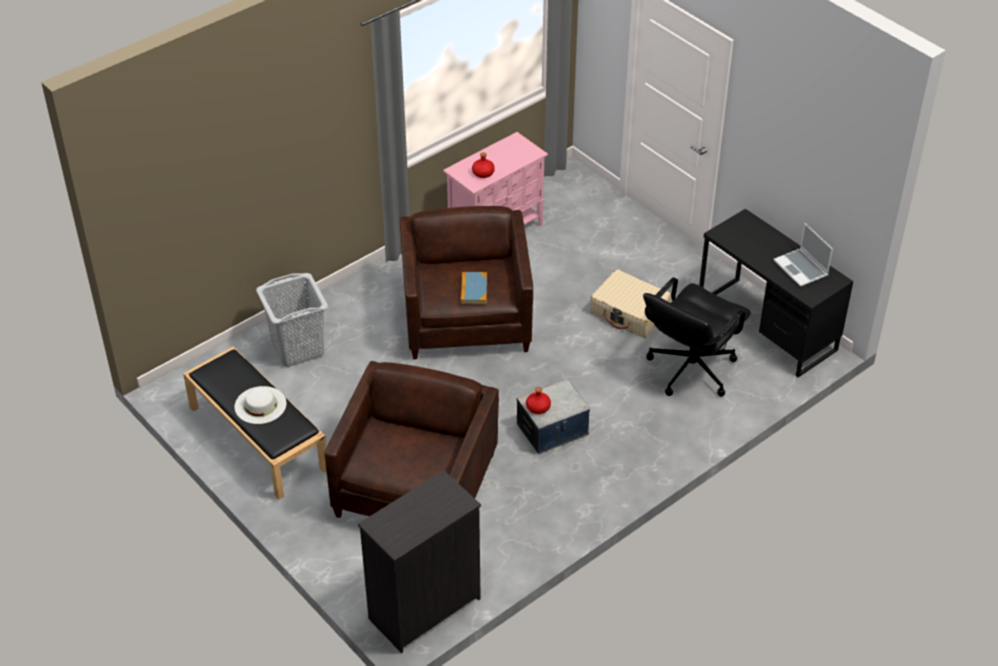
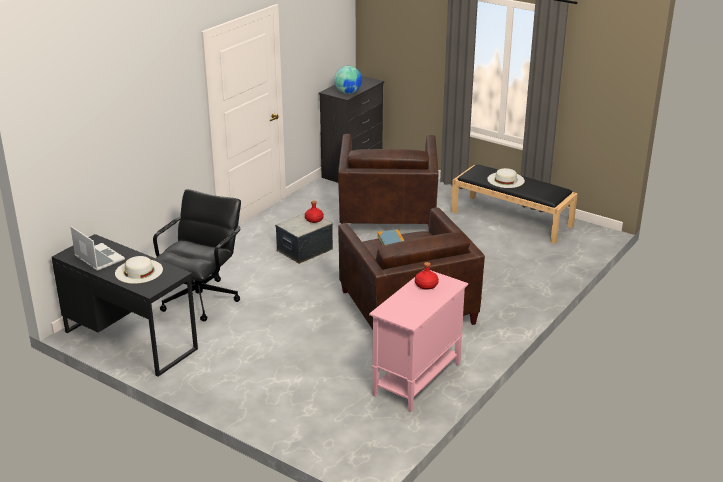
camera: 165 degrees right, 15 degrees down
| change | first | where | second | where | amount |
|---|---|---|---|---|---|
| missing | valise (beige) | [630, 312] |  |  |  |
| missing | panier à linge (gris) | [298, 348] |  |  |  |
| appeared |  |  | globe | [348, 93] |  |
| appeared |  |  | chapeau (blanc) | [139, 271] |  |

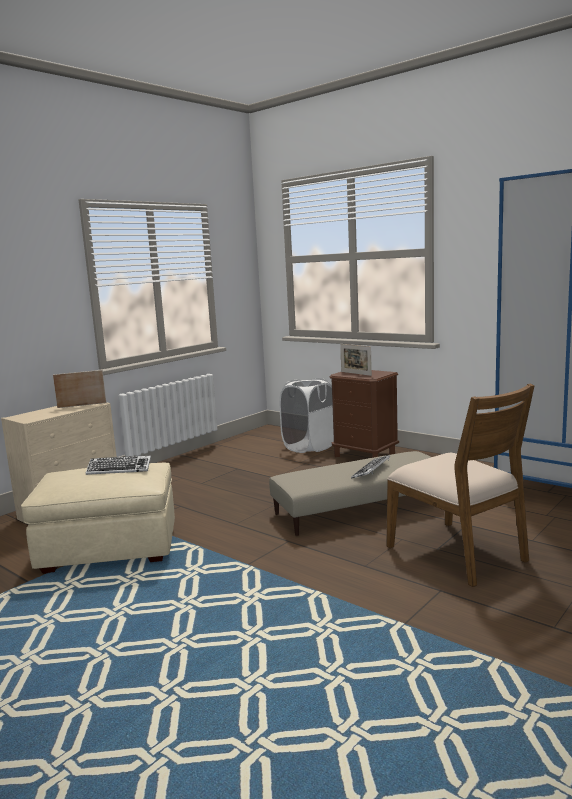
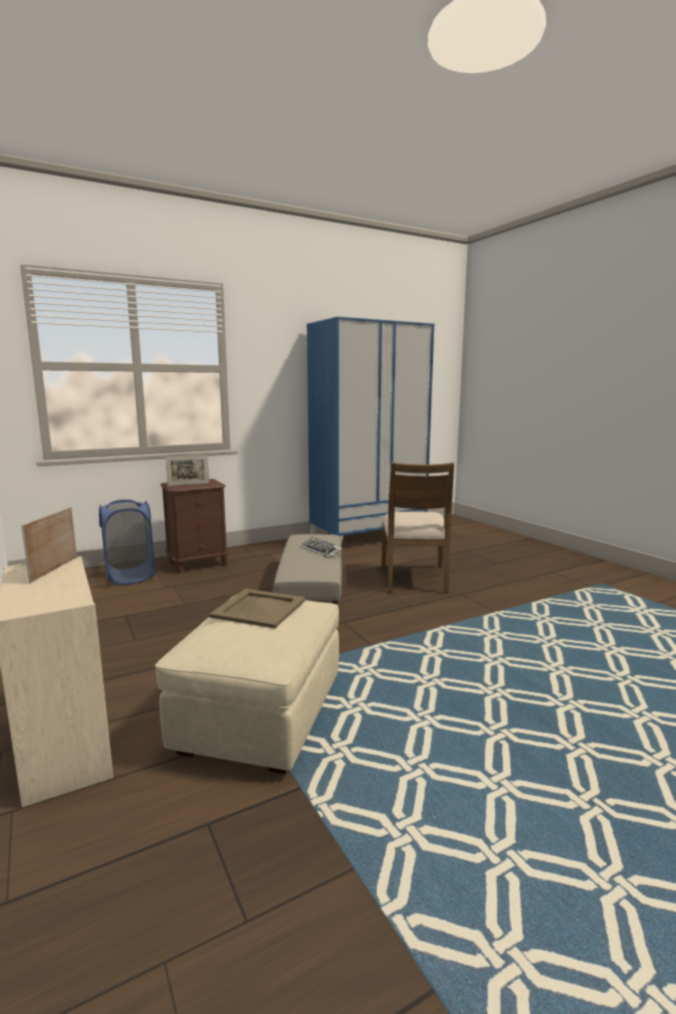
camera: 70 degrees left, 0 degrees up
| change | first | where | second | where | amount |
|---|---|---|---|---|---|
| colour | panier à linge (blanc) | [309, 447] | panier à linge (bleu) | [130, 576] |  |
| spun | chaise (marron) | [458, 553] |  | [414, 579] | 105 degrees clockwise |
| exchanged | clavier | [119, 469] | plateau (beige) | [259, 608] |  |

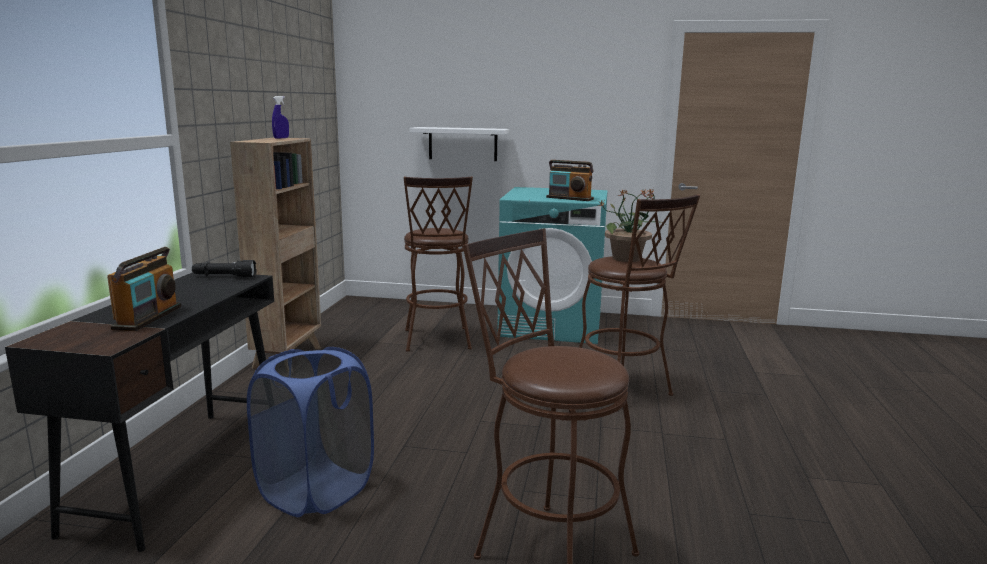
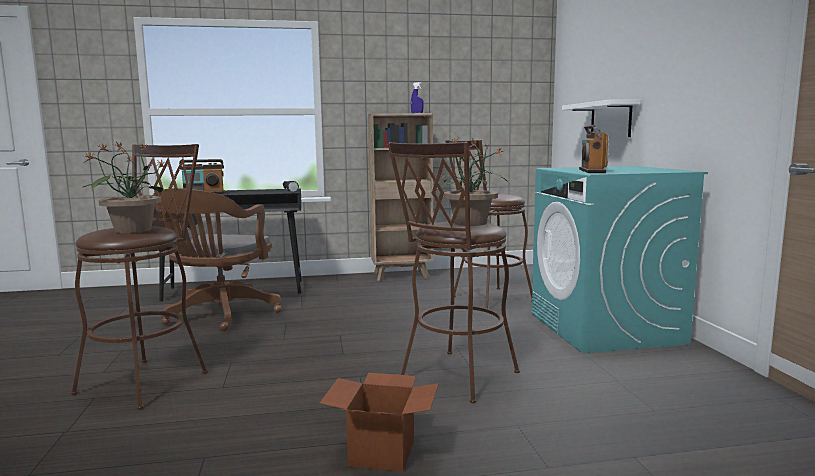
camera: 70 degrees right, 5 degrees down
| change | first | where | second | where | amount |
|---|---|---|---|---|---|
| exchanged | panier à linge (bleu) | [316, 491] | chaise de bureau (marron) | [219, 315] |  |
| appeared |  |  | plante en pot | [132, 230] |  |
| appeared |  |  | carton | [382, 453] |  |

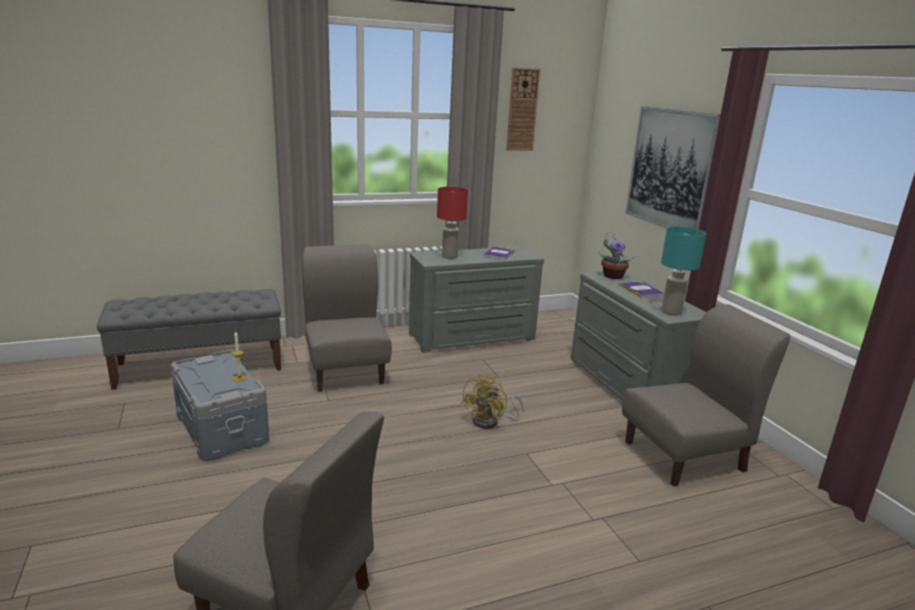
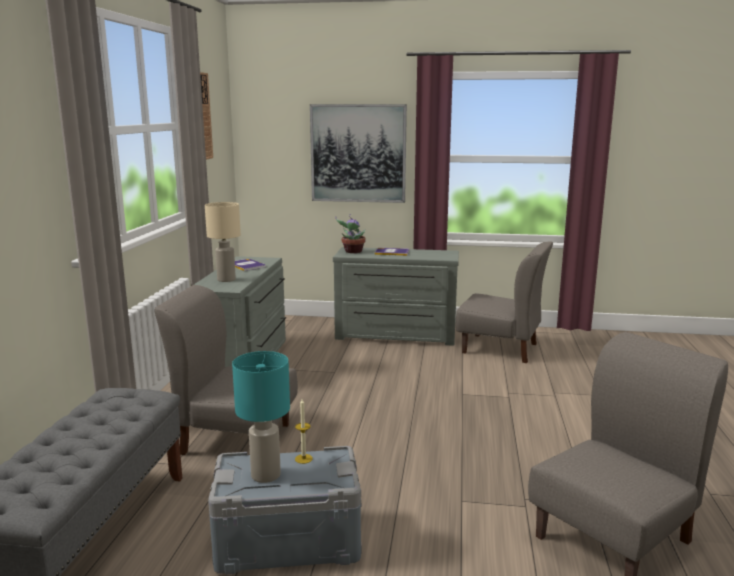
camera: 60 degrees left, 5 degrees down
| change | first | where | second | where | amount |
|---|---|---|---|---|---|
| colour | lampe de table (rouge) | [450, 256] | lampe de table (beige) | [226, 279] |  |
| relocated | lampe de table (turquoise) | [670, 312] |  | [265, 475] |  |
| spun | chaise (gris) | [685, 456] |  | [500, 348] | 105 degrees clockwise |
| missing | ventilateur (jaune) | [491, 422] |  |  |  |

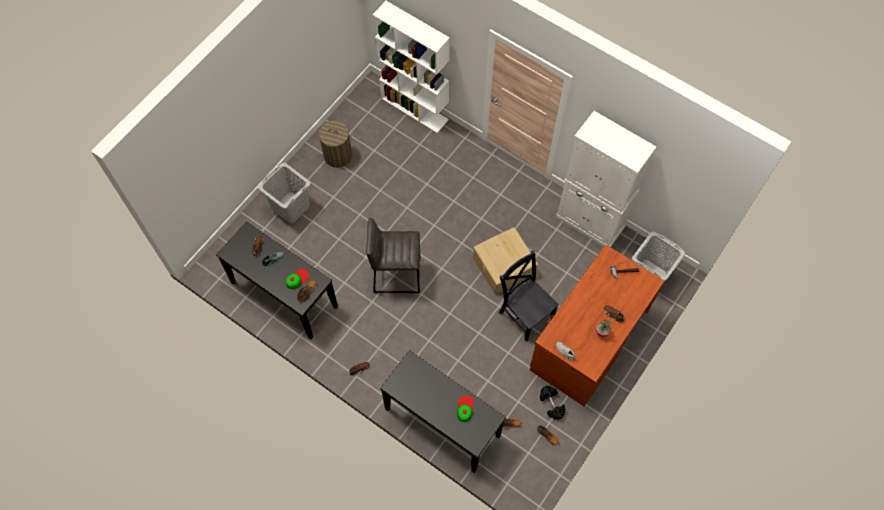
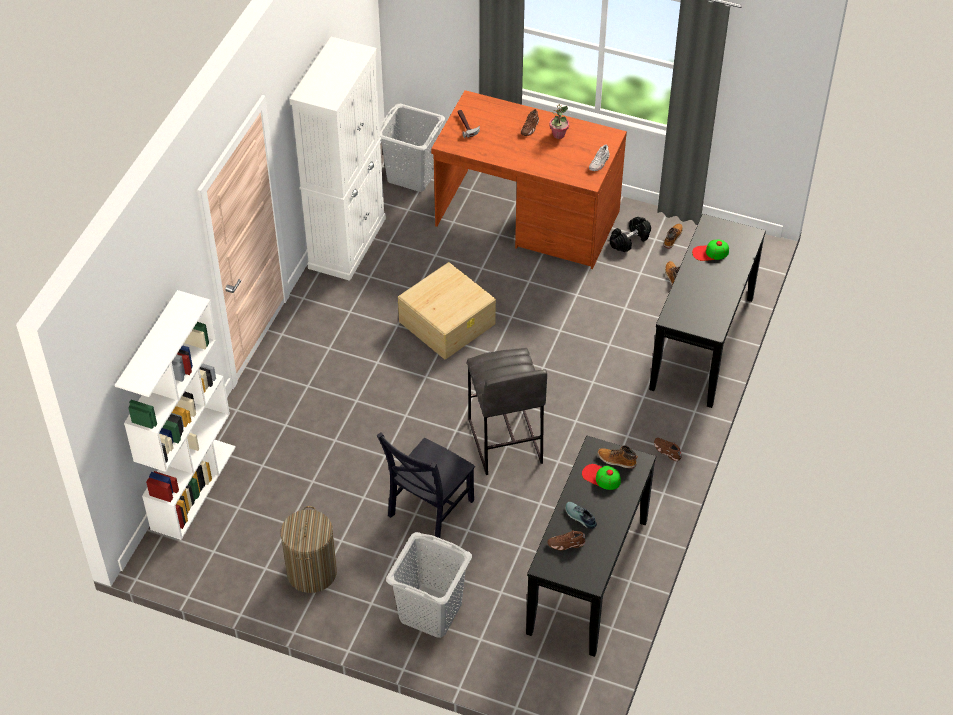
camera: 105 degrees left, 15 degrees down
| change | first | where | second | where | amount |
|---|---|---|---|---|---|
| relocated | chaise (noir) | [524, 313] |  | [428, 510] |  |

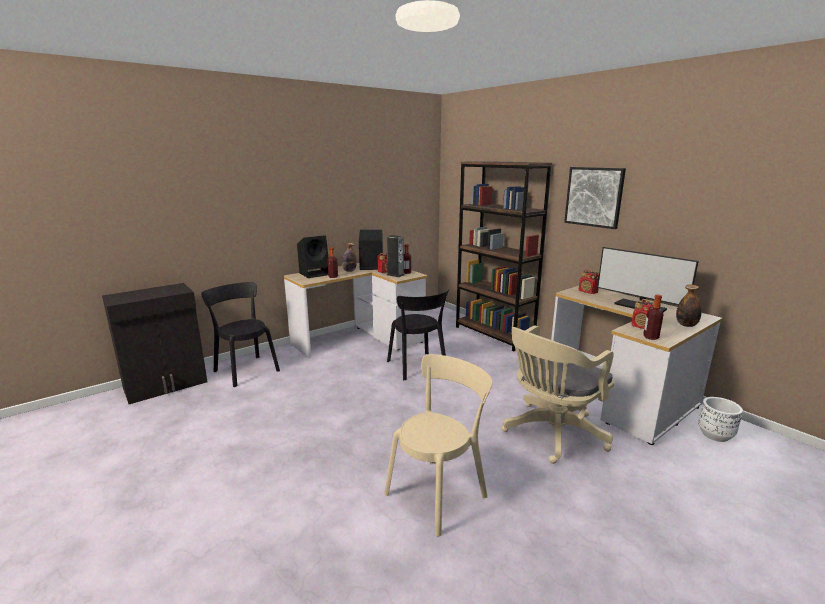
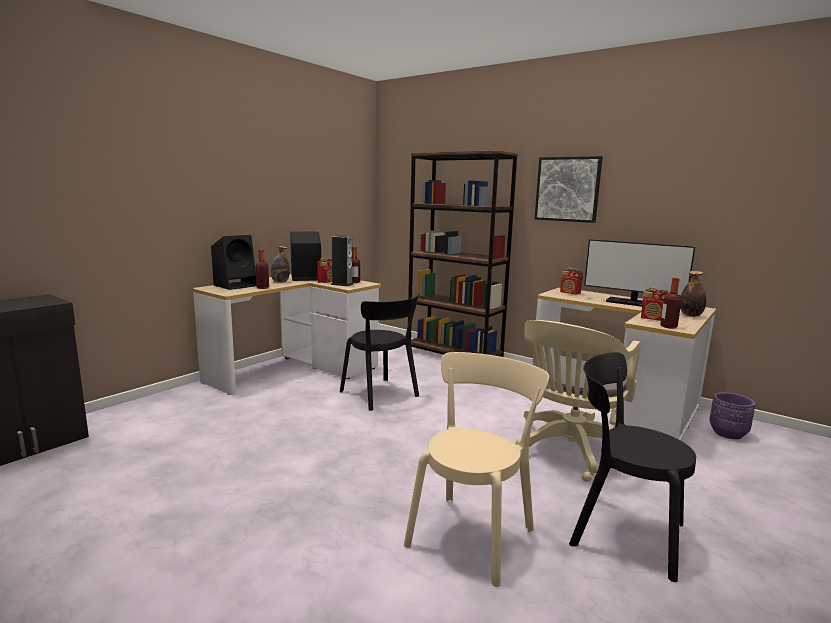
camera: 15 degrees left, 5 degrees down
| change | first | where | second | where | amount |
|---|---|---|---|---|---|
| relocated | chaise (noir) | [245, 370] |  | [620, 531] |  |
| colour | cache-pot (blanc) | [715, 435] | cache-pot (violet) | [728, 433] |  |

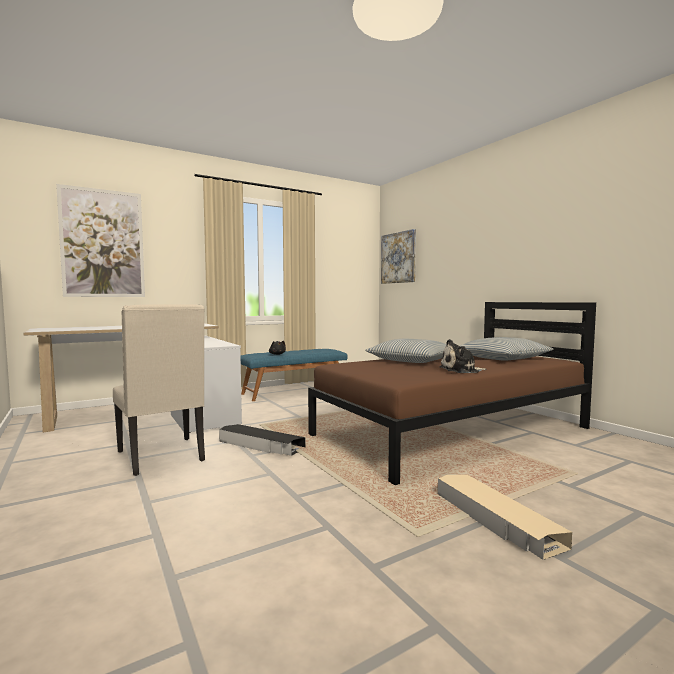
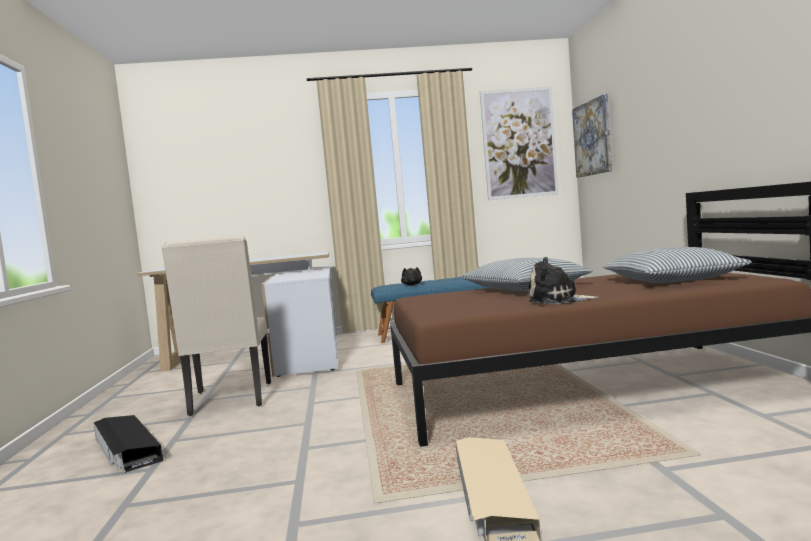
camera: 25 degrees right, 0 degrees up
| change | first | where | second | where | amount |
|---|---|---|---|---|---|
| relocated | tableau | [103, 243] |  | [519, 143] |  |
| relocated | boîte de rangement (noir) | [261, 445] |  | [127, 450] |  |

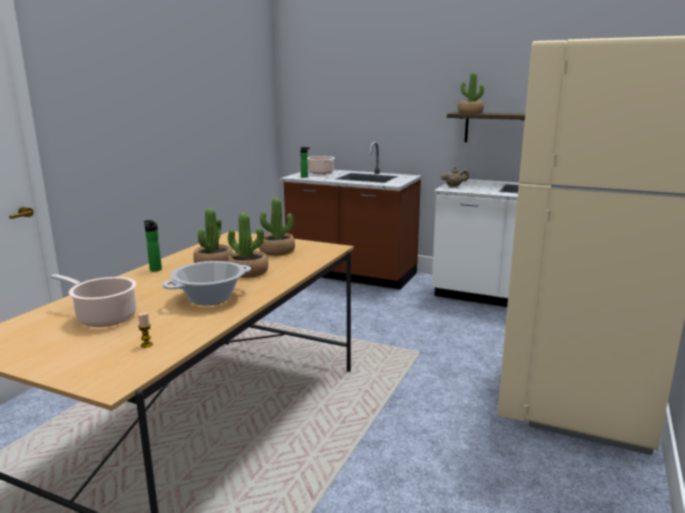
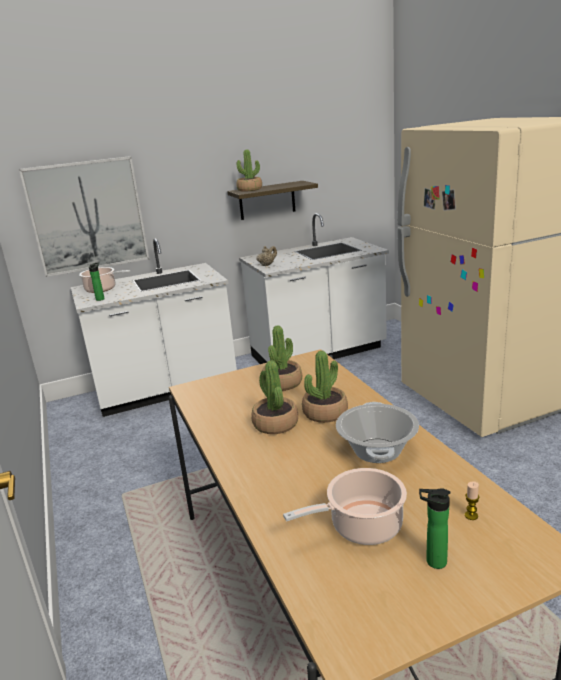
camera: 45 degrees left, 5 degrees up
| change | first | where | second | where | amount |
|---|---|---|---|---|---|
| colour | comptoir de cuisine (marron) | [351, 275] | comptoir de cuisine (blanc) | [166, 390] |  |
| relocated | bouteille | [155, 269] |  | [433, 561] |  |
| appeared |  |  | tableau | [87, 216] |  |

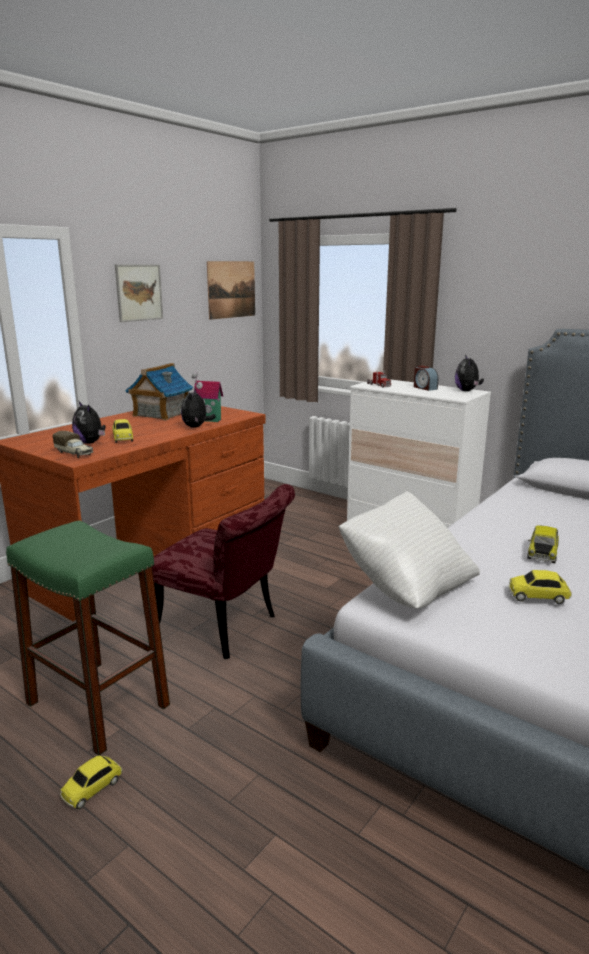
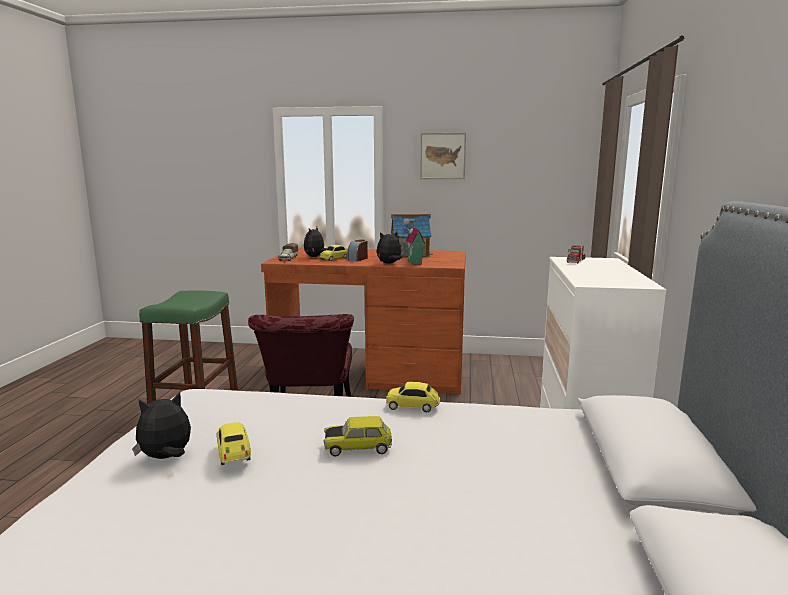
camera: 60 degrees right, 5 degrees down
| change | first | where | second | where | amount |
|---|---|---|---|---|---|
| missing | tableau | [231, 289] |  |  |  |
| relocated | peluche | [467, 391] |  | [166, 457] |  |
| relocated | réveil | [424, 388] |  | [358, 259] |  |
| missing | coussin (blanc) | [406, 586] |  |  |  |
| relocated | petite voiture | [93, 788] |  | [413, 406] |  |

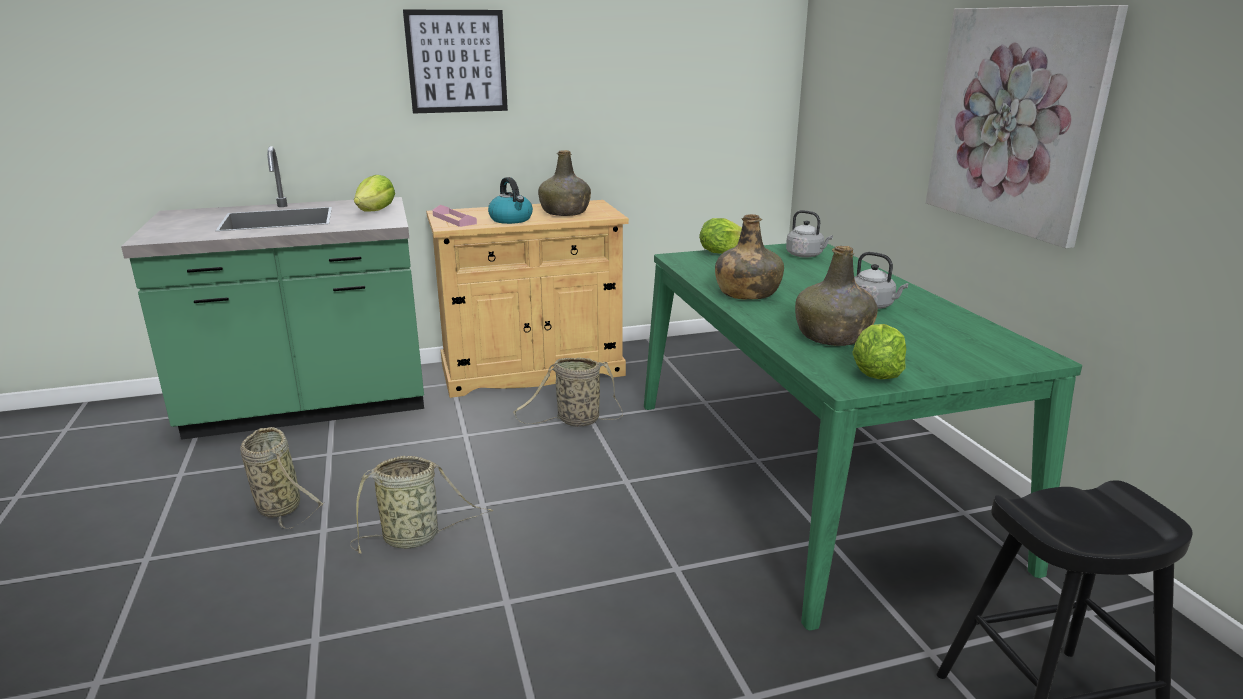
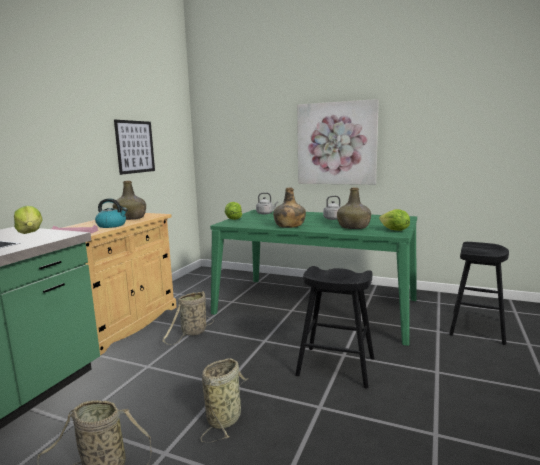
camera: 50 degrees left, 10 degrees down
| change | first | where | second | where | amount |
|---|---|---|---|---|---|
| relocated | tableau | [457, 61] |  | [135, 147] |  |
| appeared |  |  | tabouret (noir) | [336, 366] |  |

